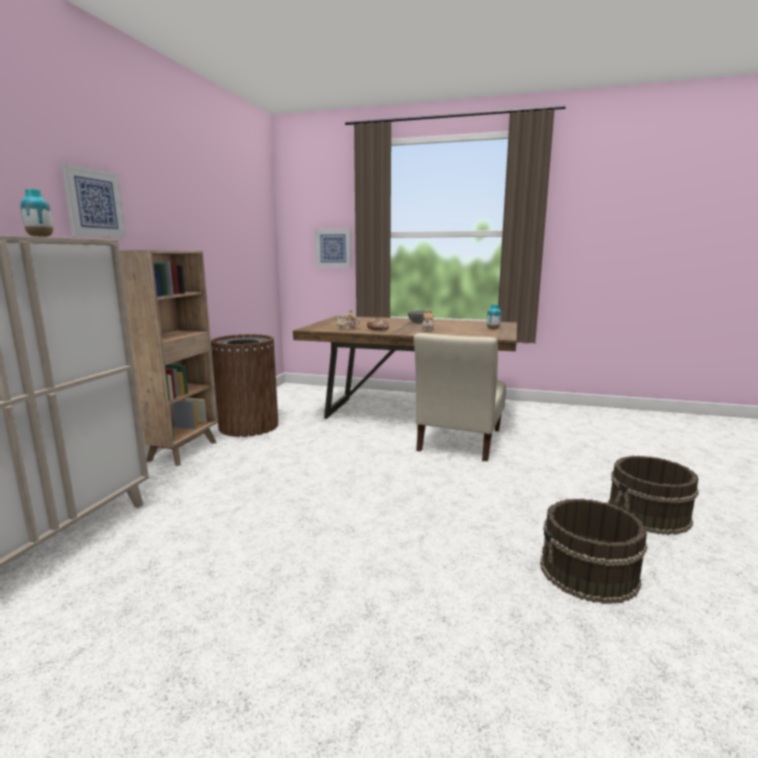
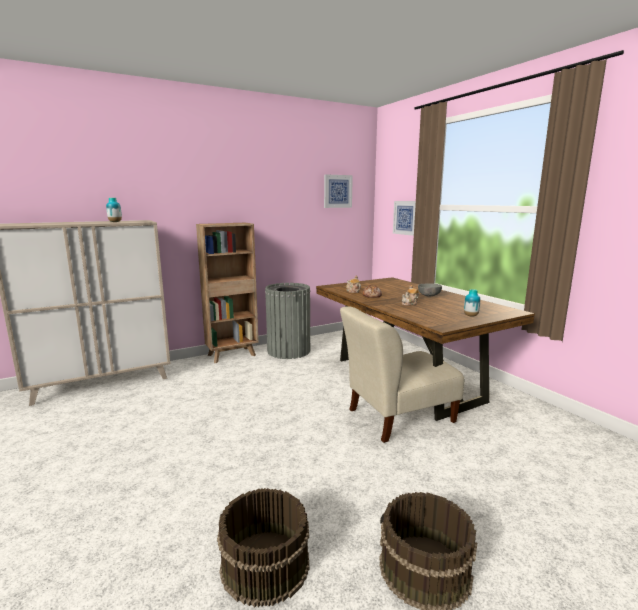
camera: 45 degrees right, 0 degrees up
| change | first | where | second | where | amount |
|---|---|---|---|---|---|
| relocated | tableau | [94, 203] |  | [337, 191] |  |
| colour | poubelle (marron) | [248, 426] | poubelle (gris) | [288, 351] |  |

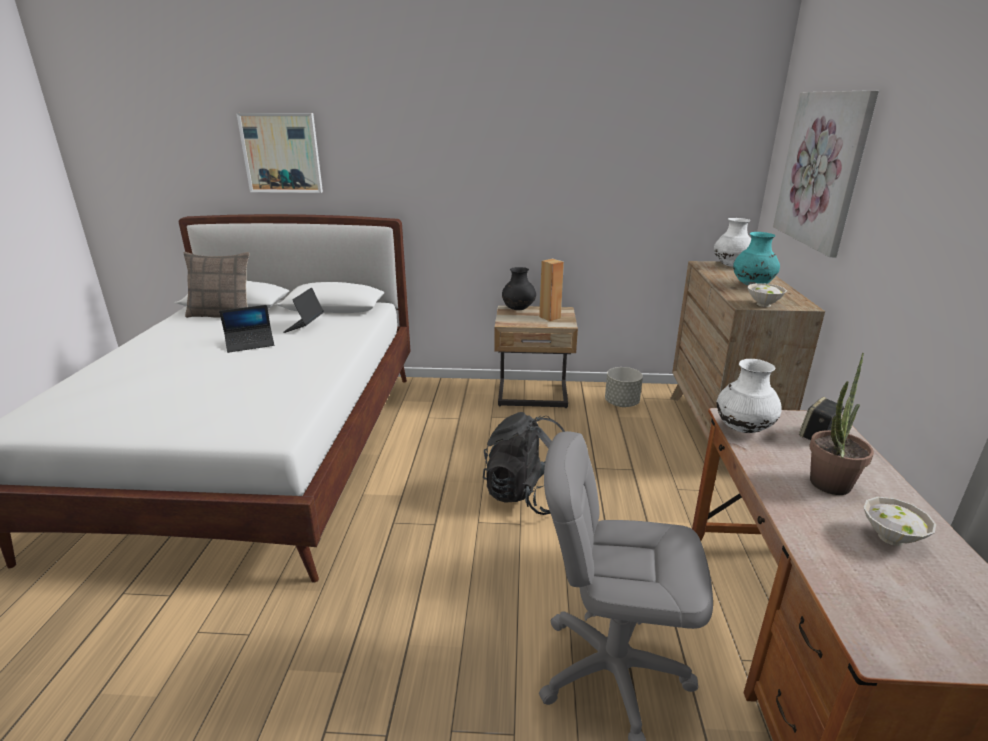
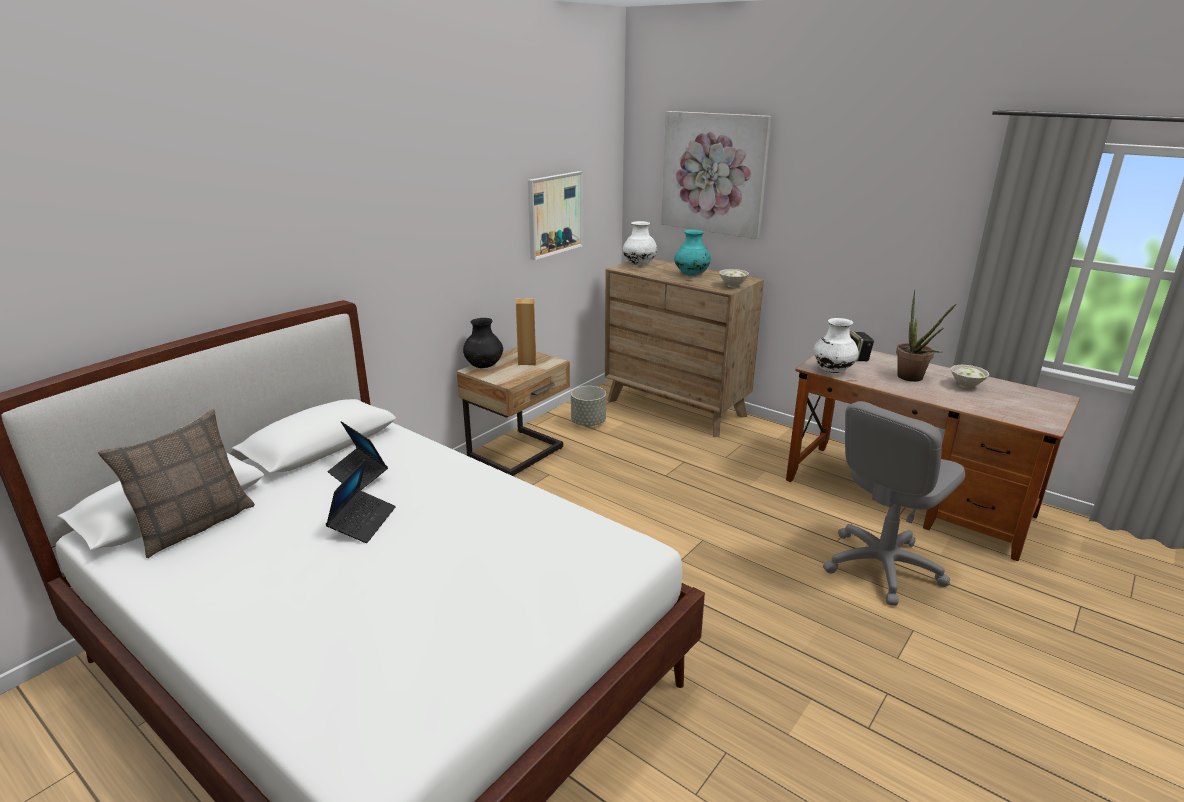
camera: 55 degrees left, 0 degrees up
| change | first | where | second | where | amount |
|---|---|---|---|---|---|
| relocated | tableau | [281, 153] |  | [554, 214] |  |
| missing | sac à dos (noir) | [527, 495] |  |  |  |

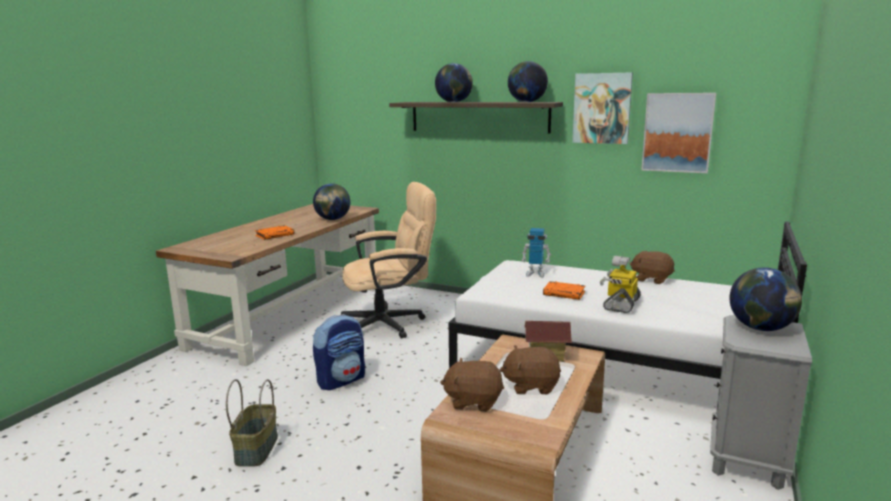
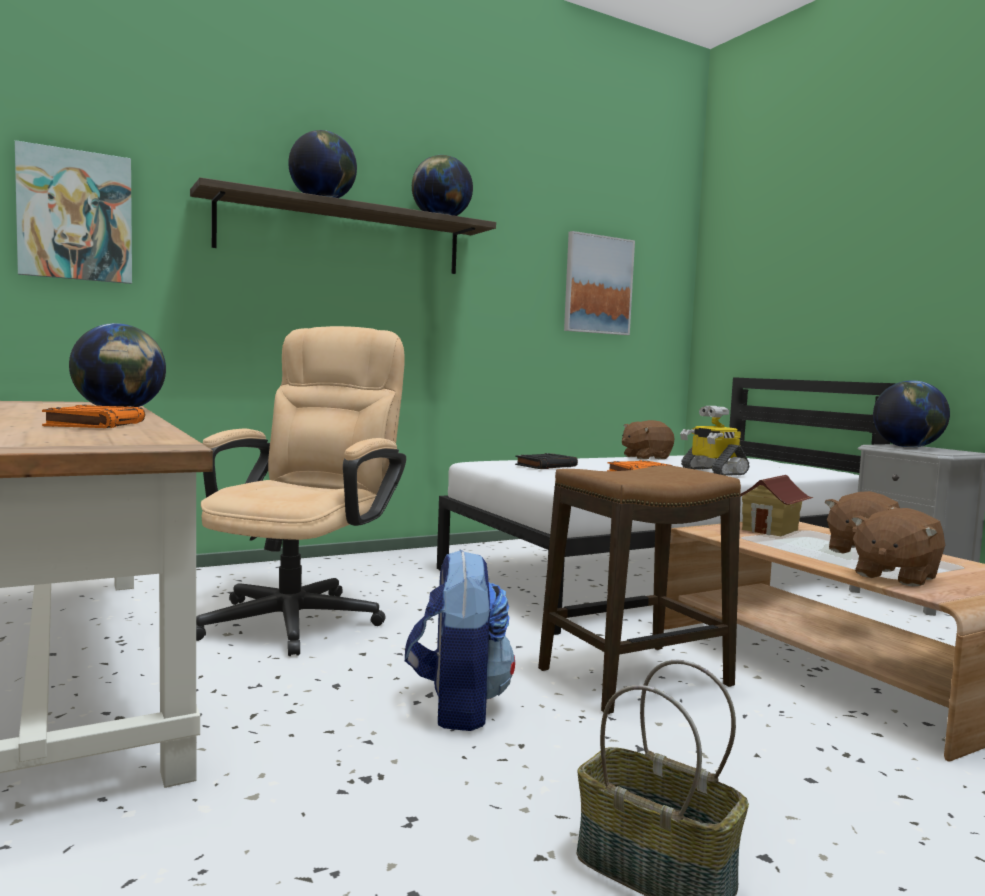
camera: 55 degrees left, 10 degrees down
| change | first | where | second | where | amount |
|---|---|---|---|---|---|
| relocated | tableau | [602, 108] |  | [75, 216] |  |
| exchanged | robot jouet | [535, 274] | livre (noir) | [546, 466] |  |
| appeared |  |  | tabouret | [635, 678] |  |

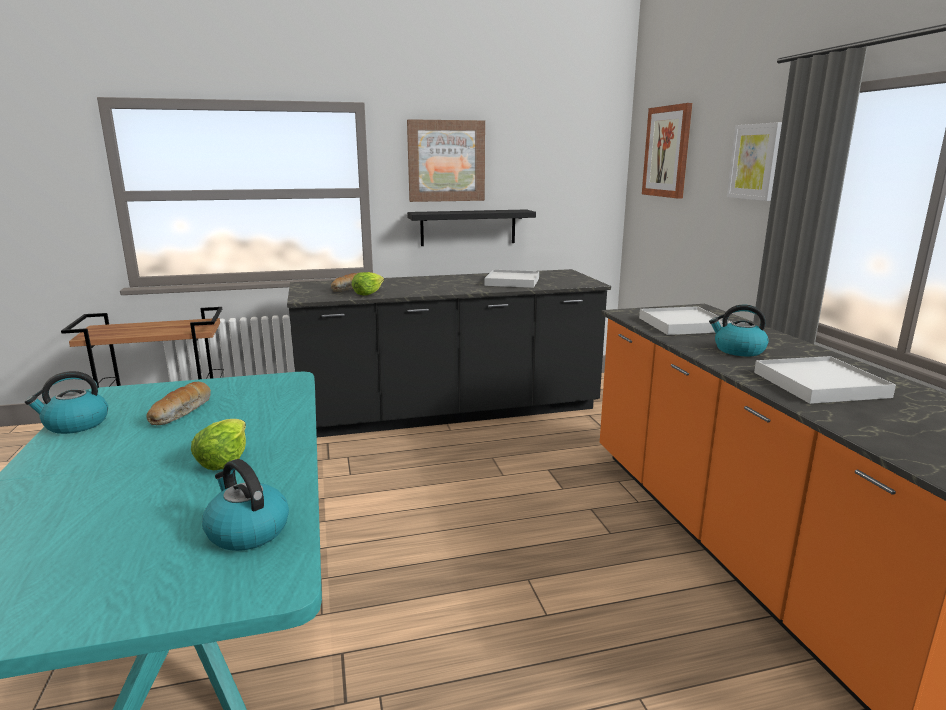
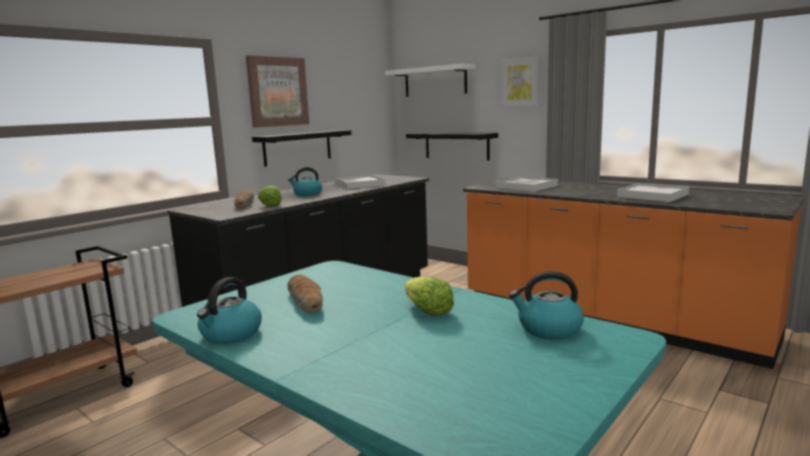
camera: 35 degrees left, 5 degrees down
| change | first | where | second | where | amount |
|---|---|---|---|---|---|
| exchanged | tableau | [667, 152] | étagère (blanc) | [435, 81] |  |
| relocated | bouilloire | [738, 350] |  | [307, 194] |  |
| appeared |  |  | étagère (noir) | [456, 145] |  |

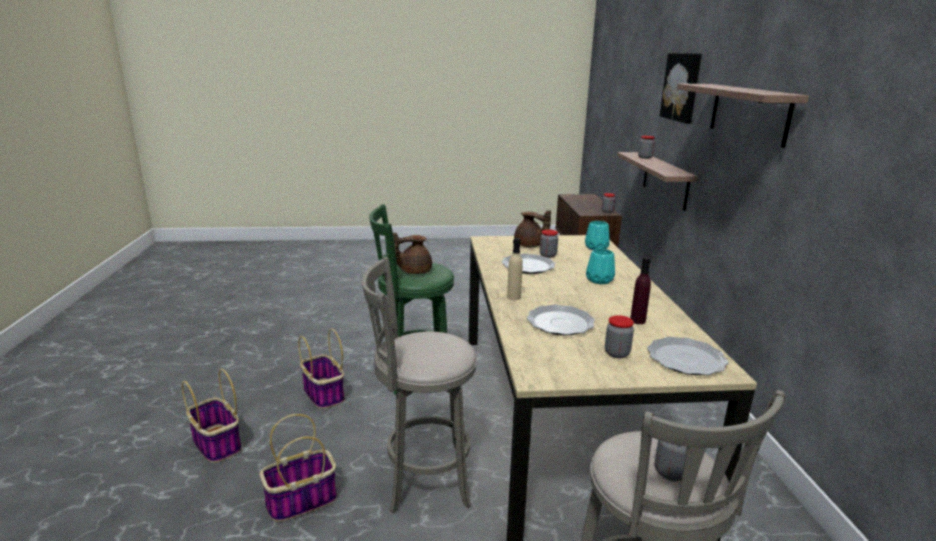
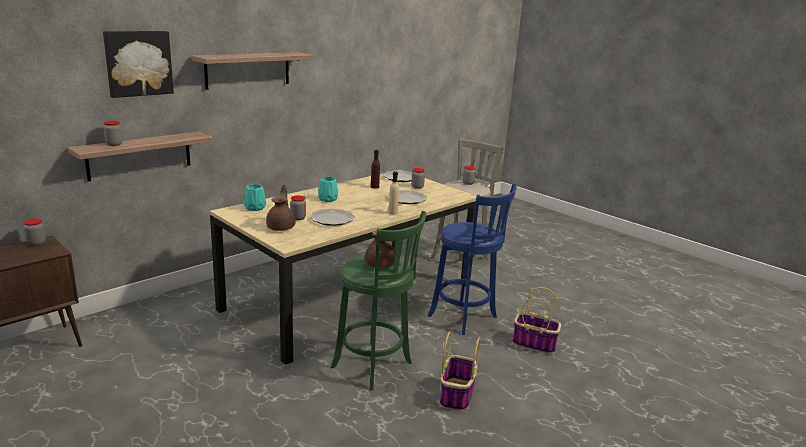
camera: 130 degrees left, 0 degrees up
| change | first | where | second | where | amount |
|---|---|---|---|---|---|
| colour | tabouret (gris) | [422, 479] | tabouret (bleu) | [465, 318] |  |
| missing | panier | [216, 444] |  |  |  |

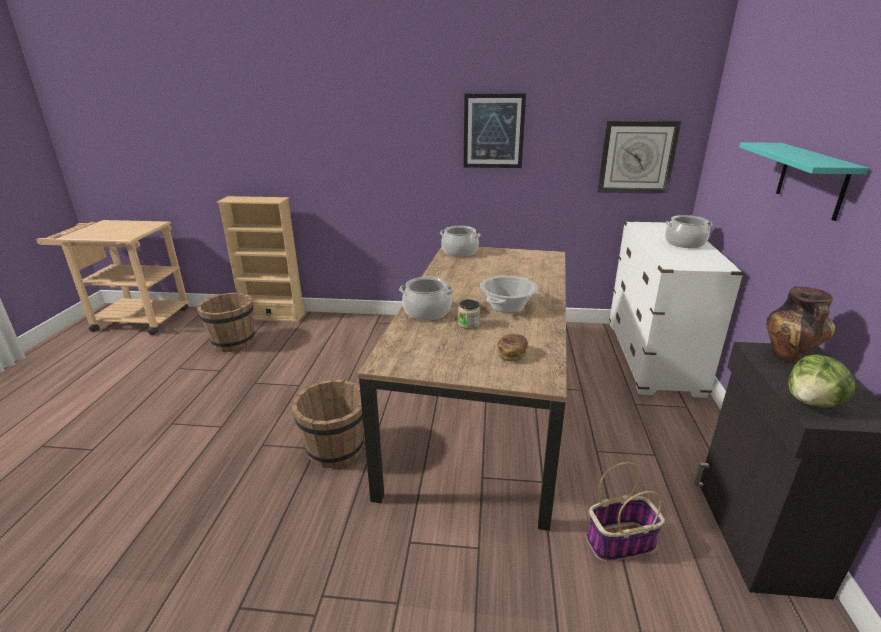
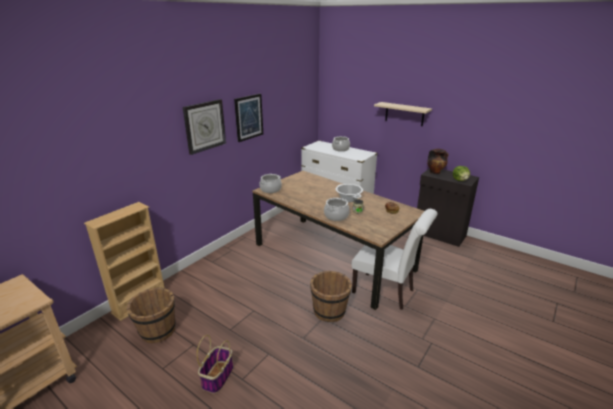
camera: 60 degrees left, 0 degrees up
| change | first | where | second | where | amount |
|---|---|---|---|---|---|
| relocated | horloge murale | [637, 157] |  | [204, 126] |  |
| colour | étagère (turquoise) | [811, 180] | étagère (beige) | [404, 114] |  |
| relocated | panier | [621, 542] |  | [217, 376] |  |
| appeared |  |  | chaise (blanc) | [387, 292] |  |

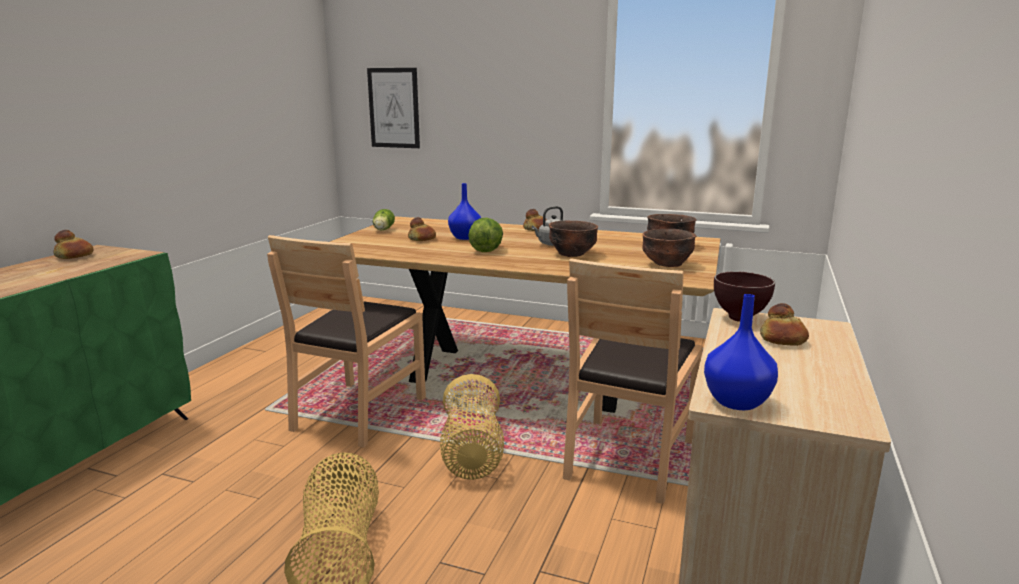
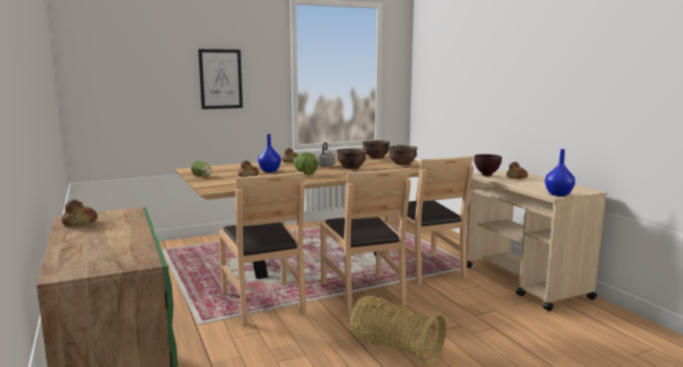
camera: 45 degrees left, 5 degrees down
| change | first | where | second | where | amount |
|---|---|---|---|---|---|
| relocated | tableau | [394, 108] |  | [220, 79] |  |
| exchanged | panier | [472, 453] | chaise (marron) | [363, 293] |  |

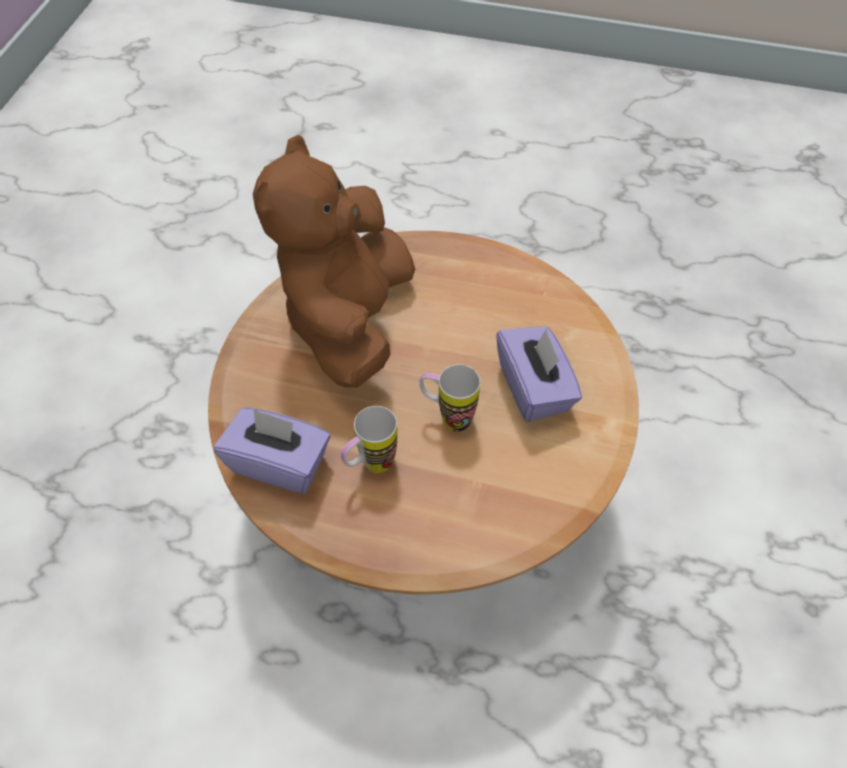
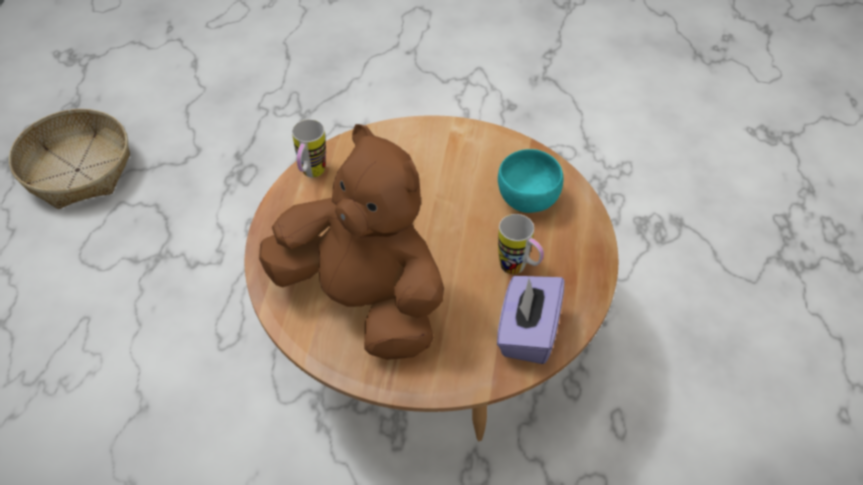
camera: 95 degrees left, 5 degrees down
| change | first | where | second | where | amount |
|---|---|---|---|---|---|
| spun | peluche (marron) | [349, 319] |  | [364, 301] | 150 degrees counterclockwise |
| missing | boîte à mouchoirs (violet) | [534, 388] |  |  |  |
| relocated | mug | [447, 416] |  | [311, 175] |  |
| appeared |  |  | panier | [77, 170] |  |
| appeared |  |  | bol (turquoise) | [528, 198] |  |

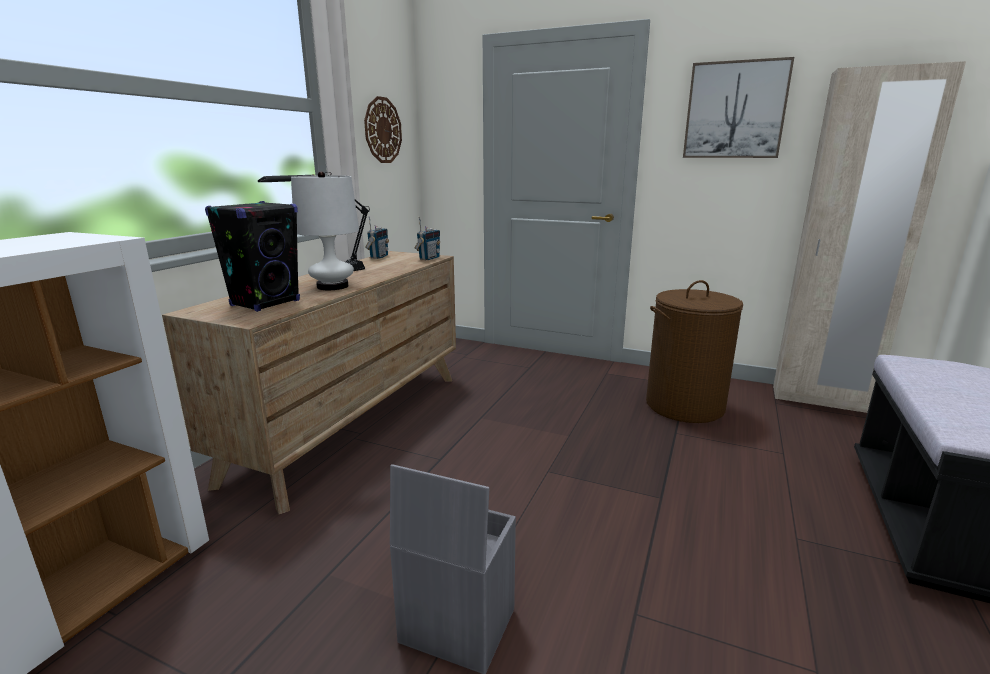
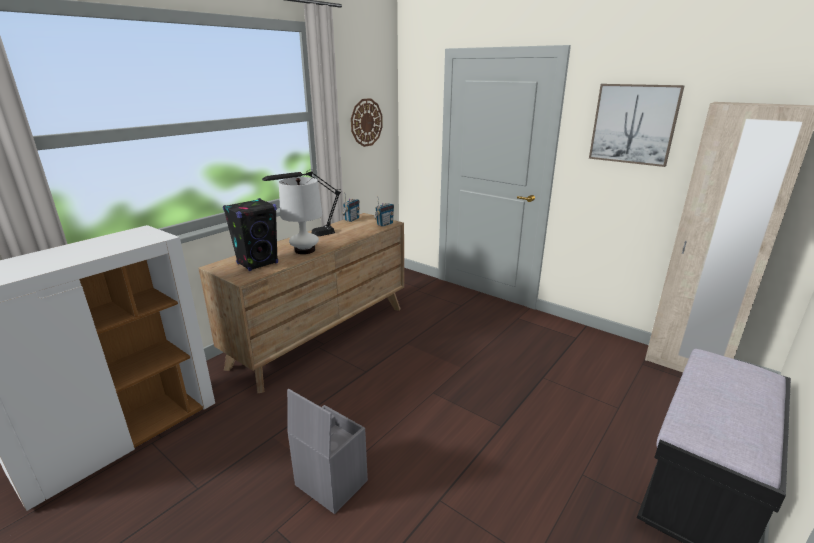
camera: 15 degrees right, 5 degrees up
| change | first | where | second | where | amount |
|---|---|---|---|---|---|
| missing | panier à linge (marron) | [684, 405] |  |  |  |

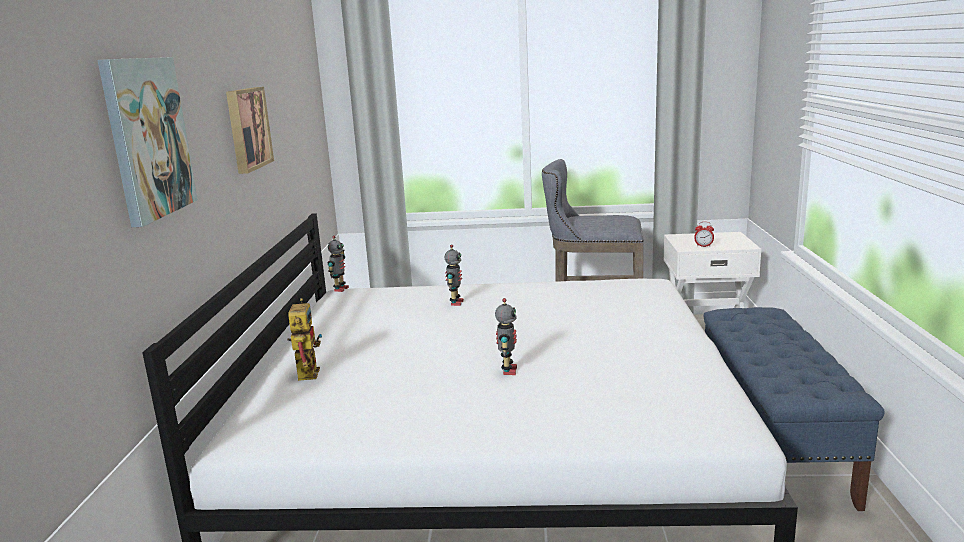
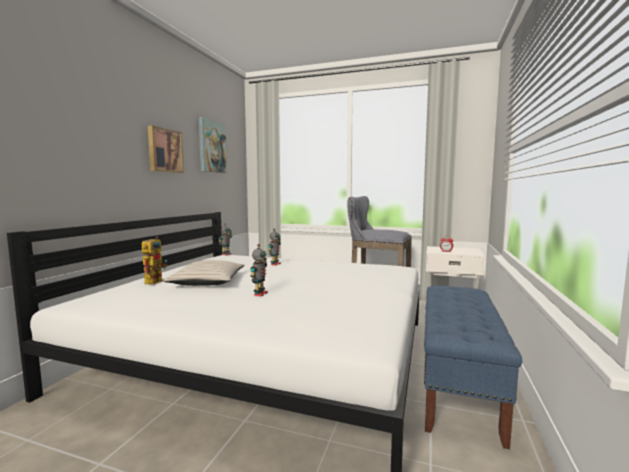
camera: 15 degrees right, 10 degrees down
| change | first | where | second | where | amount |
|---|---|---|---|---|---|
| relocated | tableau | [147, 138] |  | [212, 146] |  |
| appeared |  |  | coussin (beige) | [207, 281] |  |

